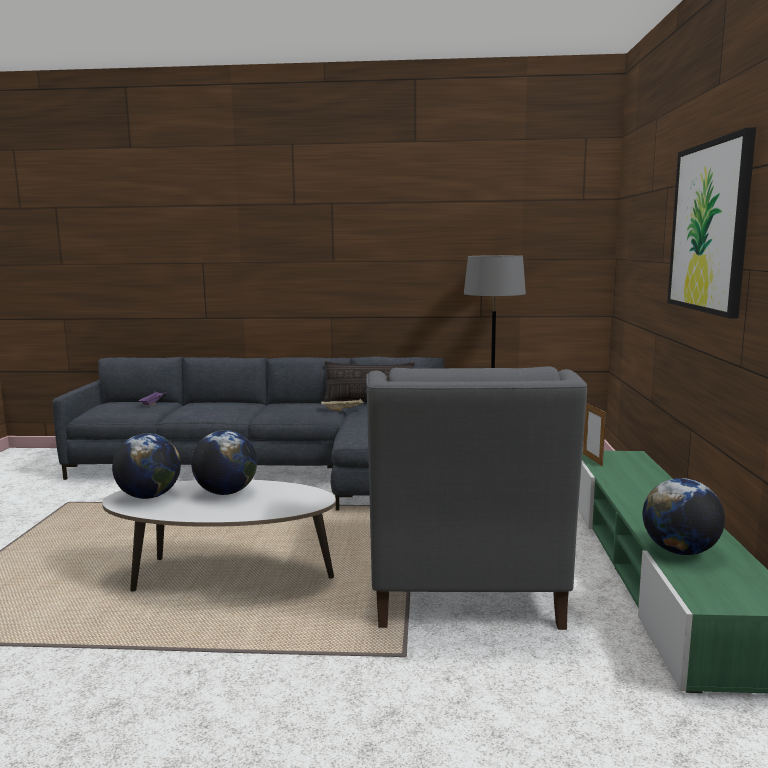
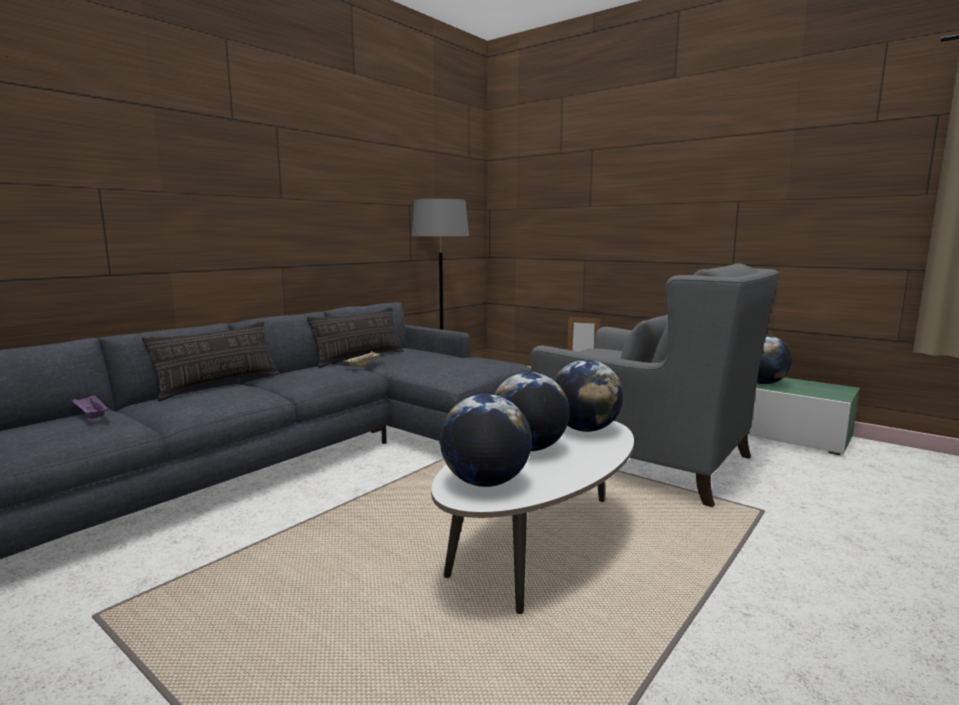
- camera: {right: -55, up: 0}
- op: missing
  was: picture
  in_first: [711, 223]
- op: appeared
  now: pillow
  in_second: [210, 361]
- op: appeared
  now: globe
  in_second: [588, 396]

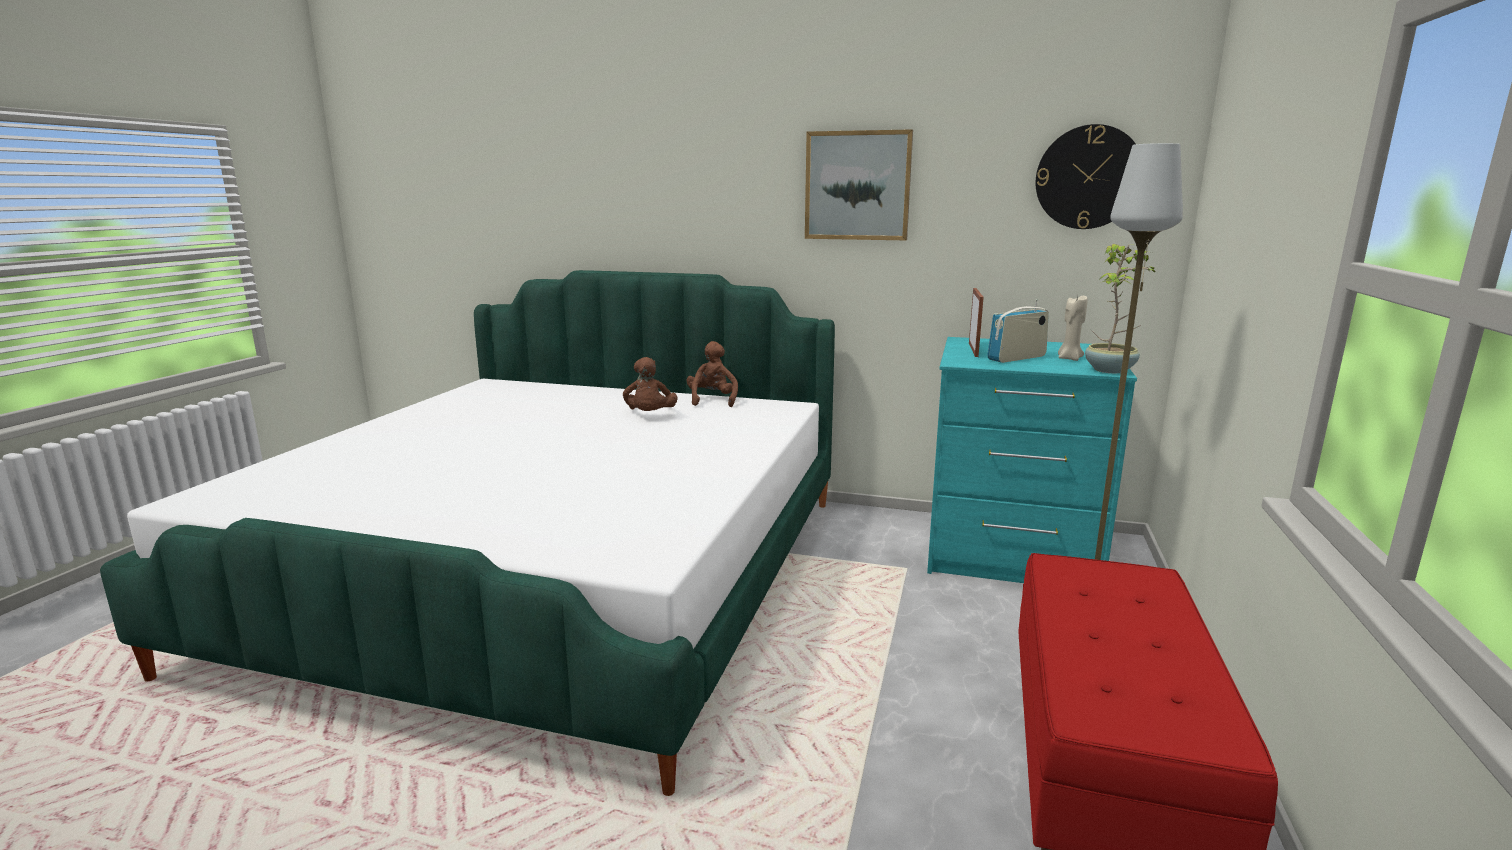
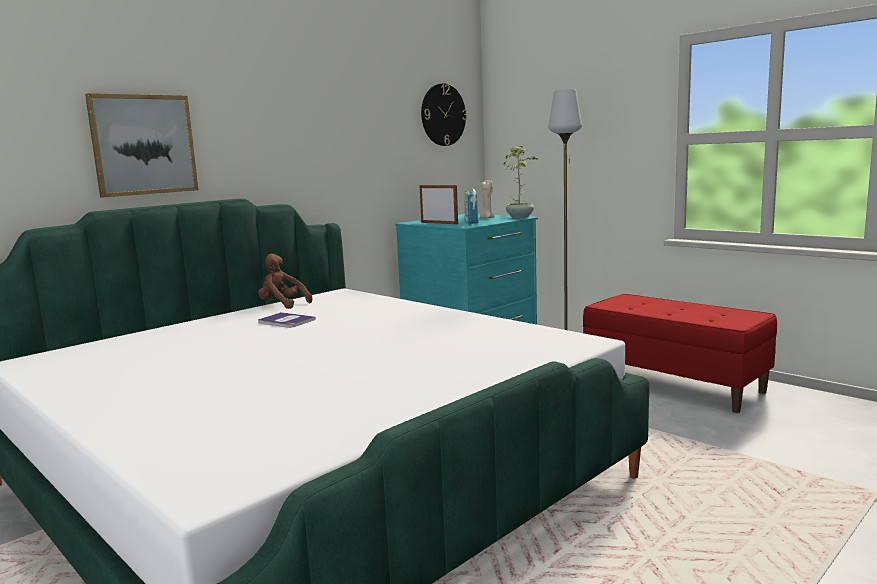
- camera: {right: -60, up: -5}
- op: relocated
  was: picture
  in_first: [859, 184]
  in_second: [141, 145]
- op: exchanged
  was: brown plush toy
  now: book
  in_first: [650, 384]
  in_second: [287, 320]

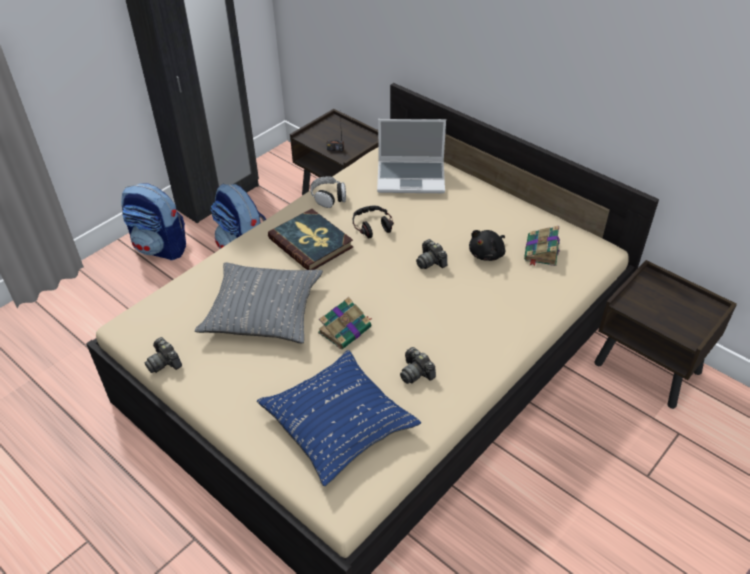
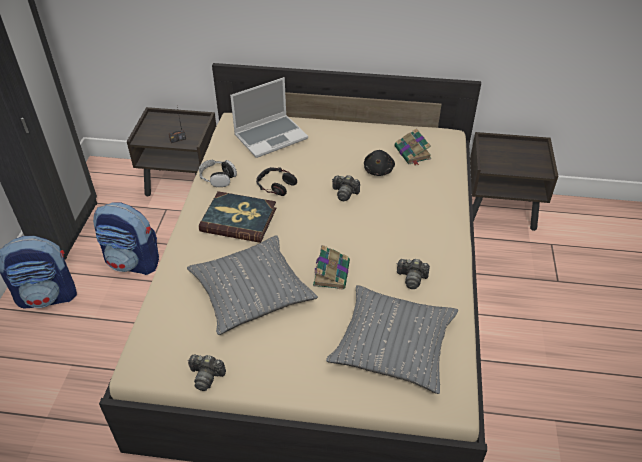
- camera: {right: -35, up: 0}
- op: colour
  was: blue pillow
  now: grey pillow
  in_first: [339, 418]
  in_second: [392, 339]

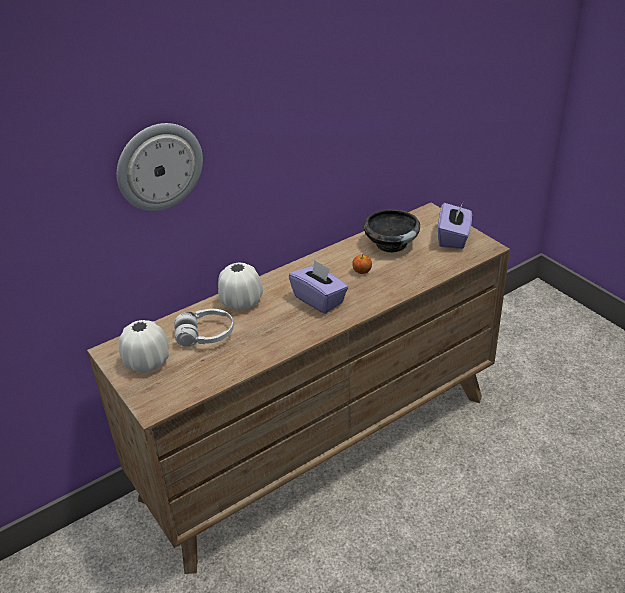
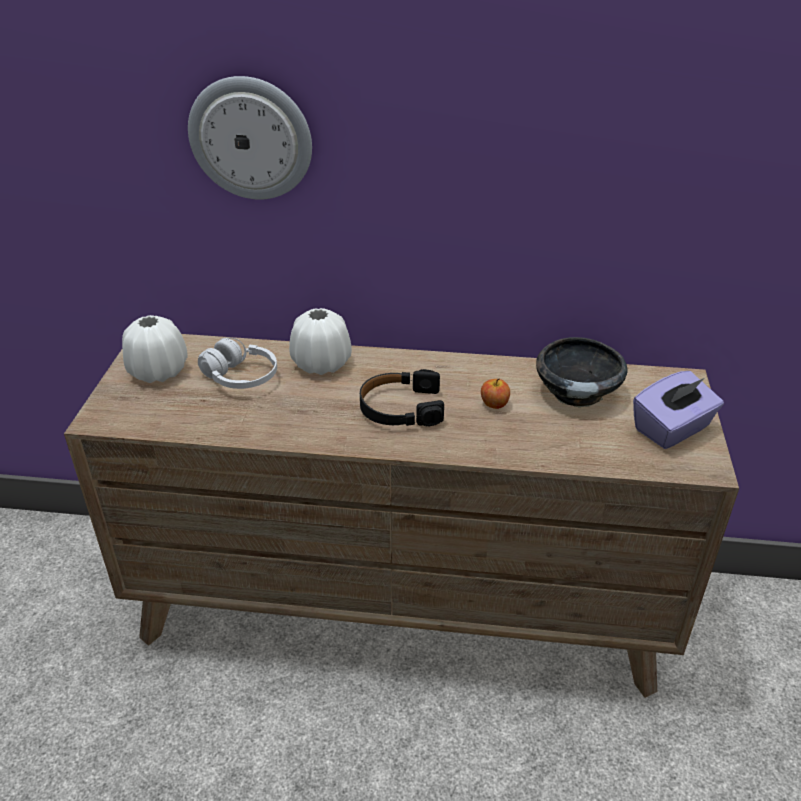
- camera: {right: 40, up: 0}
- op: exchanged
  was: purple tissue box
  now: black headphones
  in_first: [318, 286]
  in_second: [402, 398]

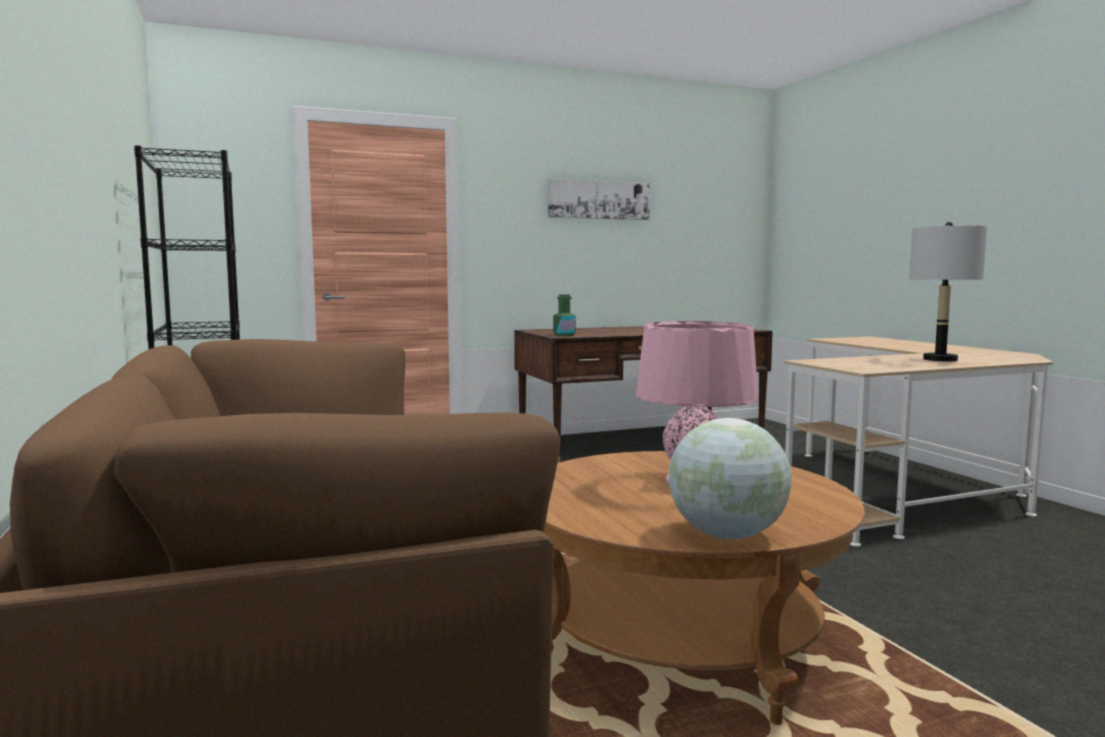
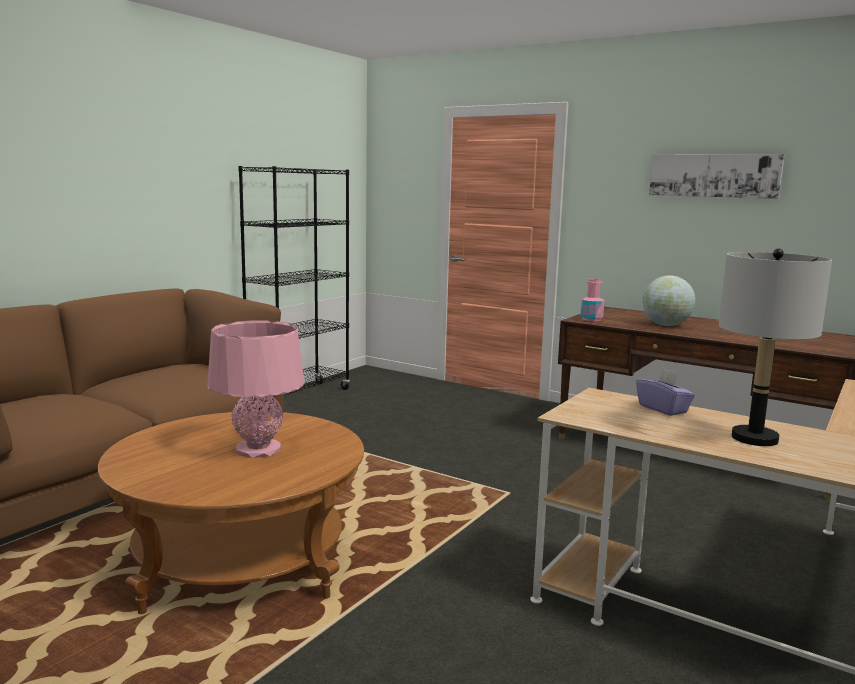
- camera: {right: 55, up: 5}
- op: colour
  was: green bottle
  now: pink bottle
  in_first: [564, 315]
  in_second: [592, 300]
- op: relocated
  was: globe
  in_first: [730, 478]
  in_second: [669, 300]
- op: appeared
  now: purple tissue box
  in_second: [665, 392]

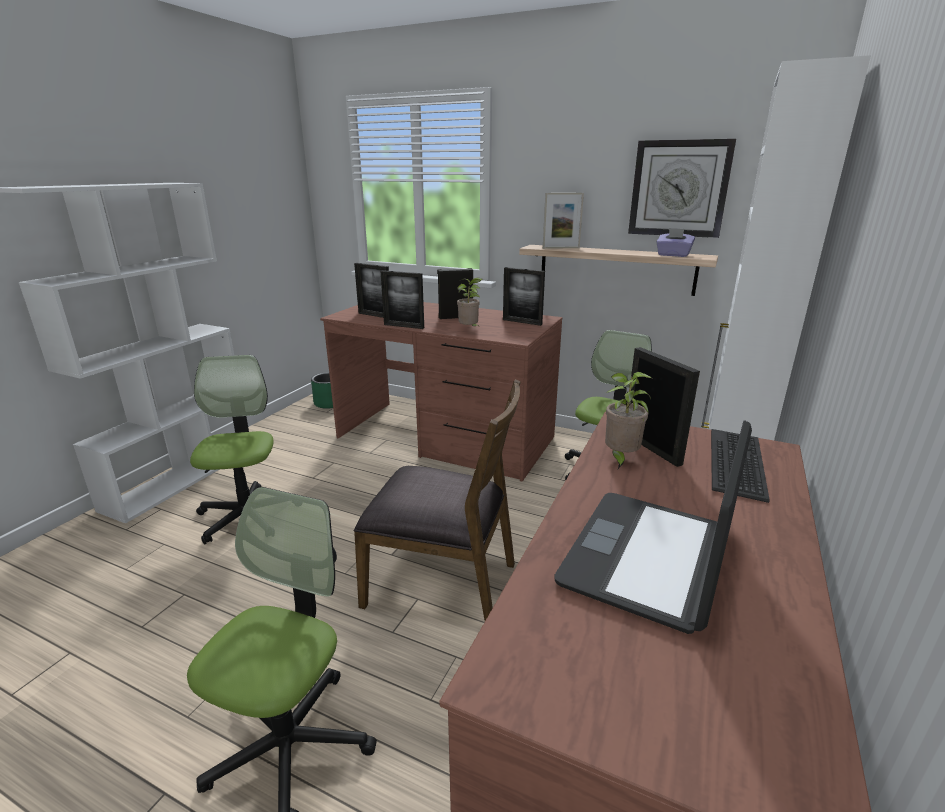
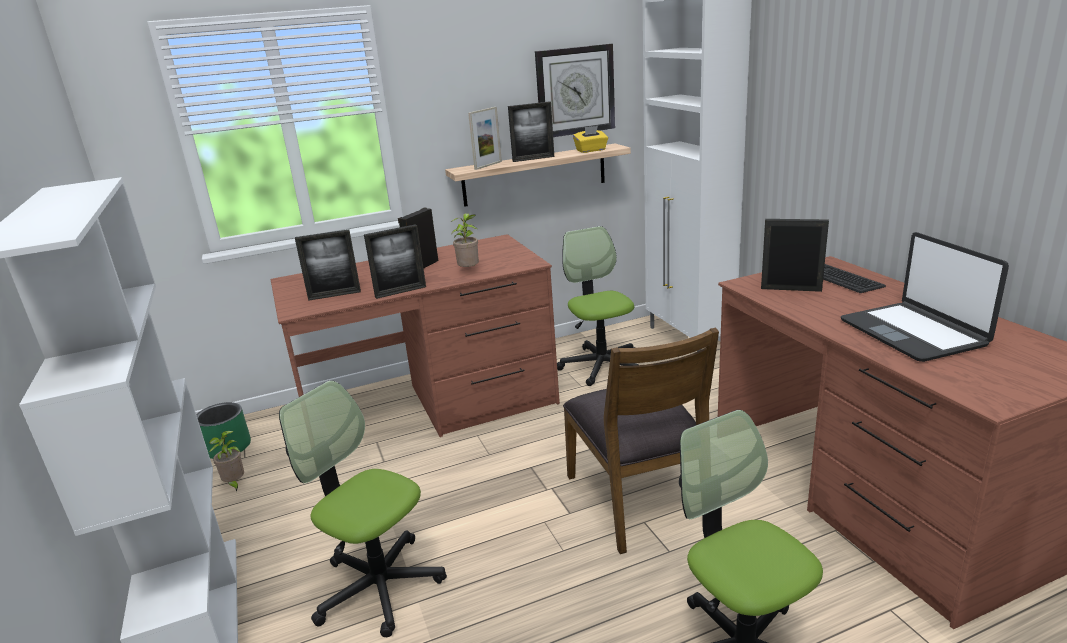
- camera: {right: -45, up: 0}
- op: colour
  was: purple tissue box
  now: yellow tissue box
  in_first: [675, 242]
  in_second: [590, 139]
- op: relocated
  was: picture frame
  in_first: [524, 296]
  in_second: [531, 131]
- op: relocated
  was: potted plant
  in_first: [628, 420]
  in_second: [226, 461]
- op: spun
  was: brown chair
  in_first: [437, 500]
  in_second: [641, 441]
  clockwise: 105

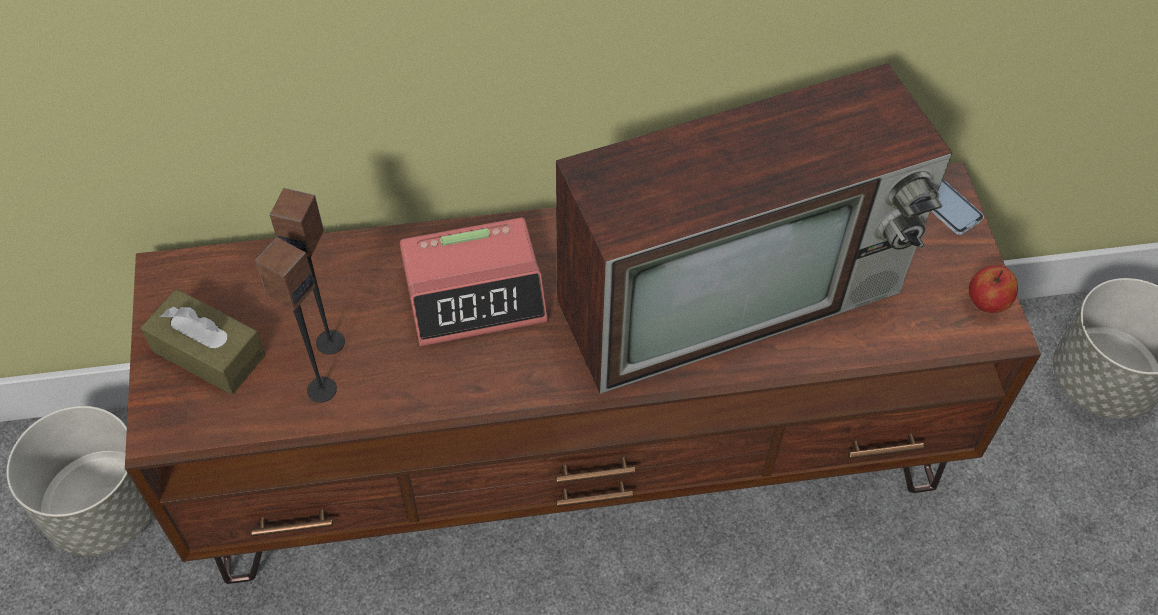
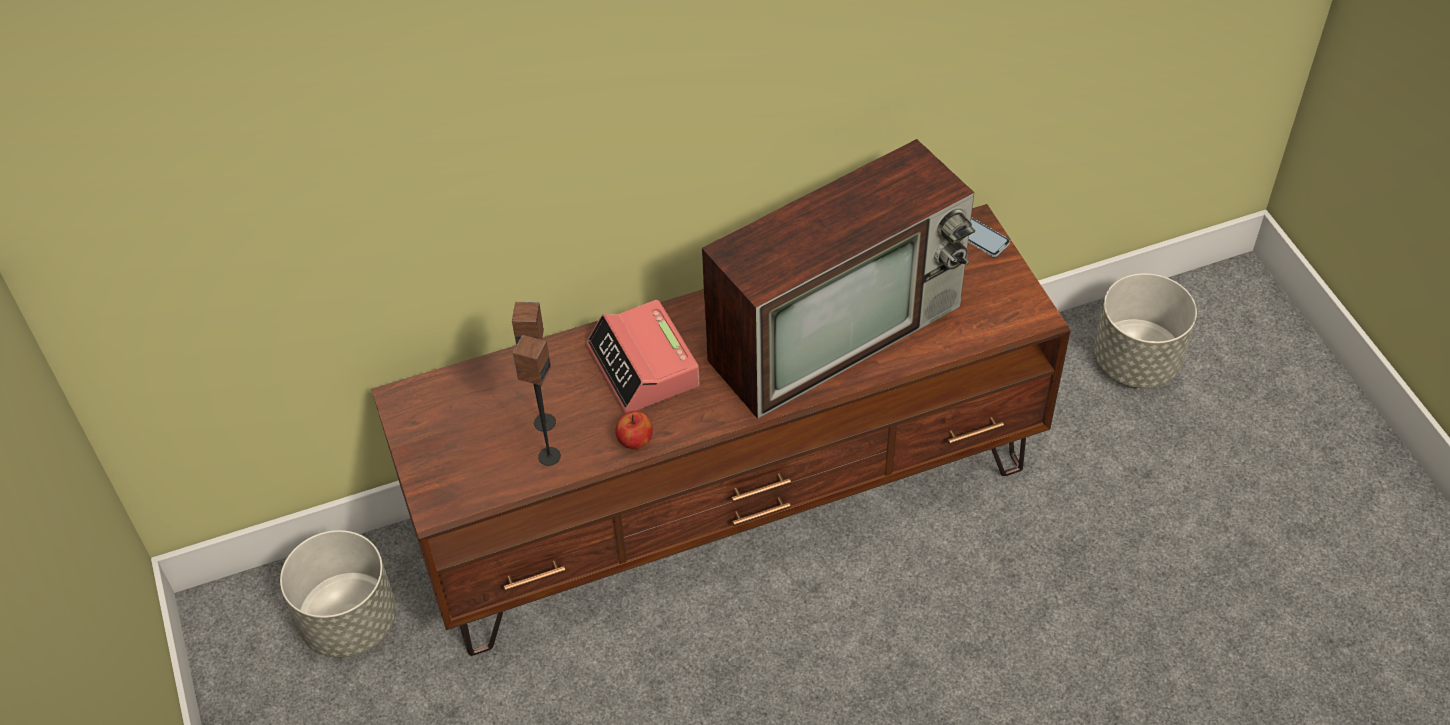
- camera: {right: -10, up: -5}
- op: spun
  was: alarm clock
  in_first: [474, 282]
  in_second: [643, 357]
  clockwise: 90
- op: relocated
  was: apple
  in_first: [993, 289]
  in_second: [634, 430]
- op: missing
  was: brown tissue box
  in_first: [203, 342]

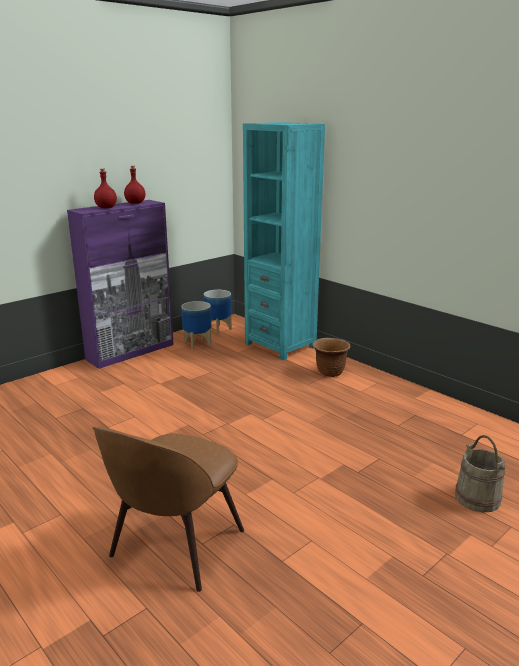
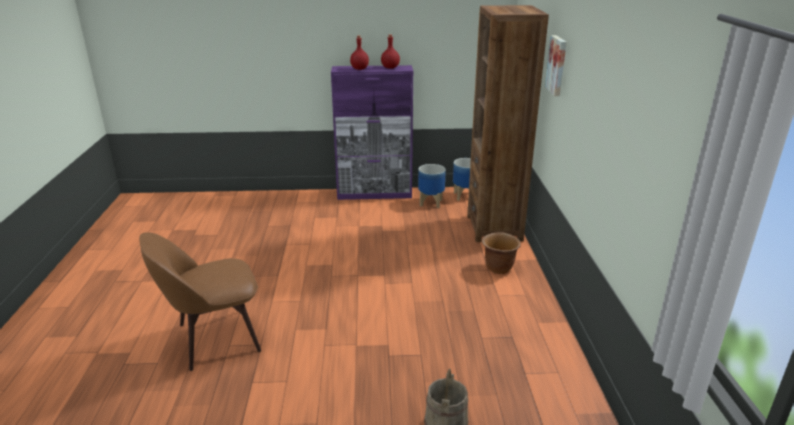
- camera: {right: 40, up: 5}
- op: colour
  was: turquoise bookcase
  now: brown bookcase
  in_first: [284, 241]
  in_second: [508, 123]
- op: appeared
  now: picture
  in_second: [556, 65]

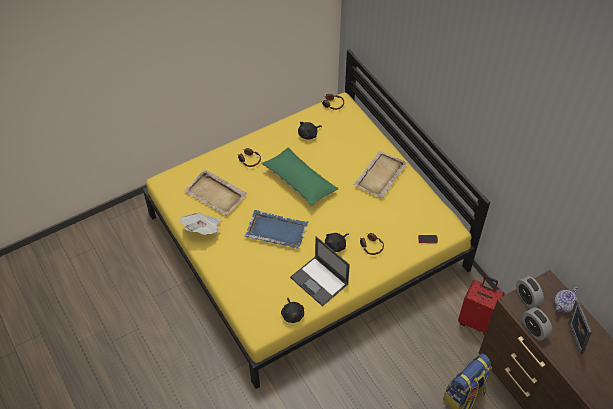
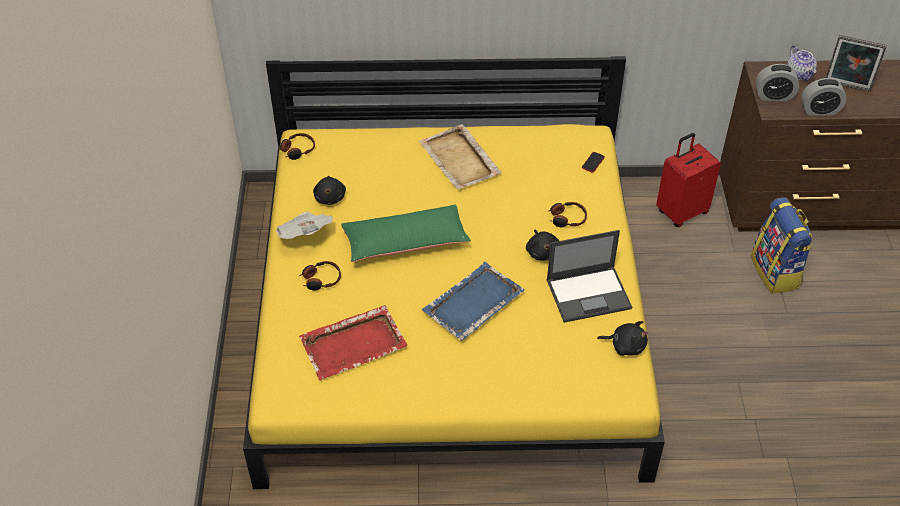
- camera: {right: -60, up: -5}
- op: colour
  was: beige tray
  now: red tray
  in_first: [215, 192]
  in_second: [353, 343]
- op: relocated
  was: newspaper
  in_first: [200, 223]
  in_second: [304, 225]

